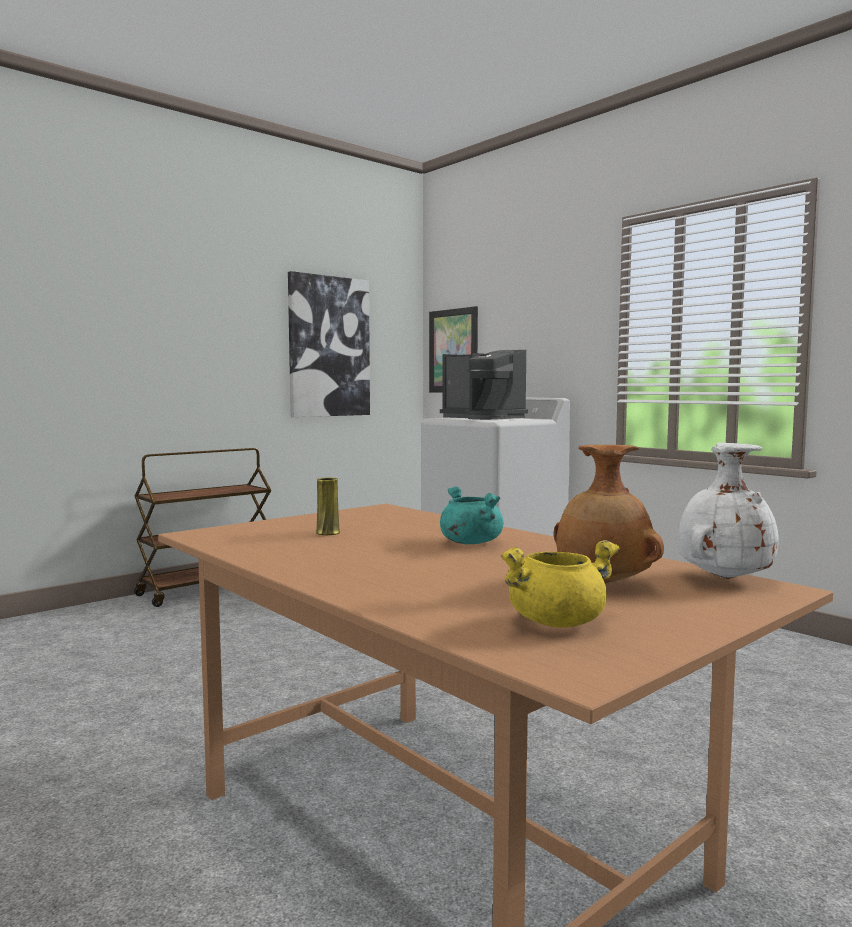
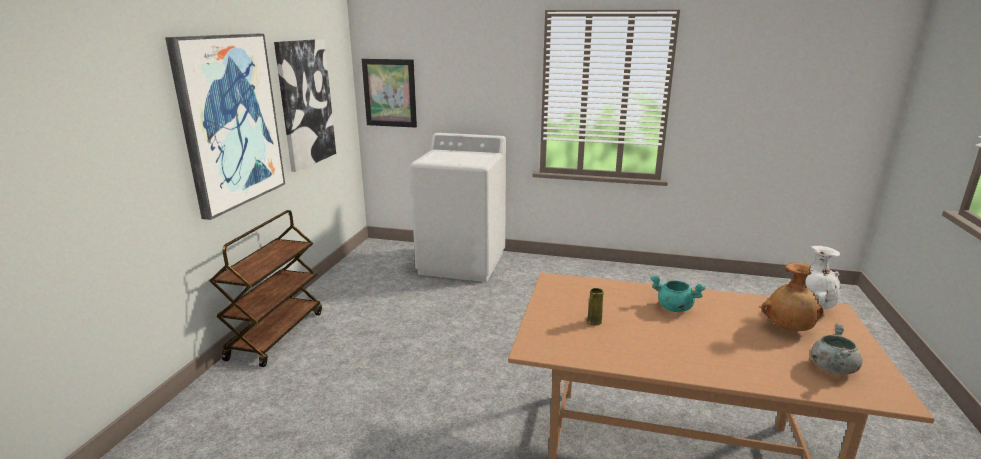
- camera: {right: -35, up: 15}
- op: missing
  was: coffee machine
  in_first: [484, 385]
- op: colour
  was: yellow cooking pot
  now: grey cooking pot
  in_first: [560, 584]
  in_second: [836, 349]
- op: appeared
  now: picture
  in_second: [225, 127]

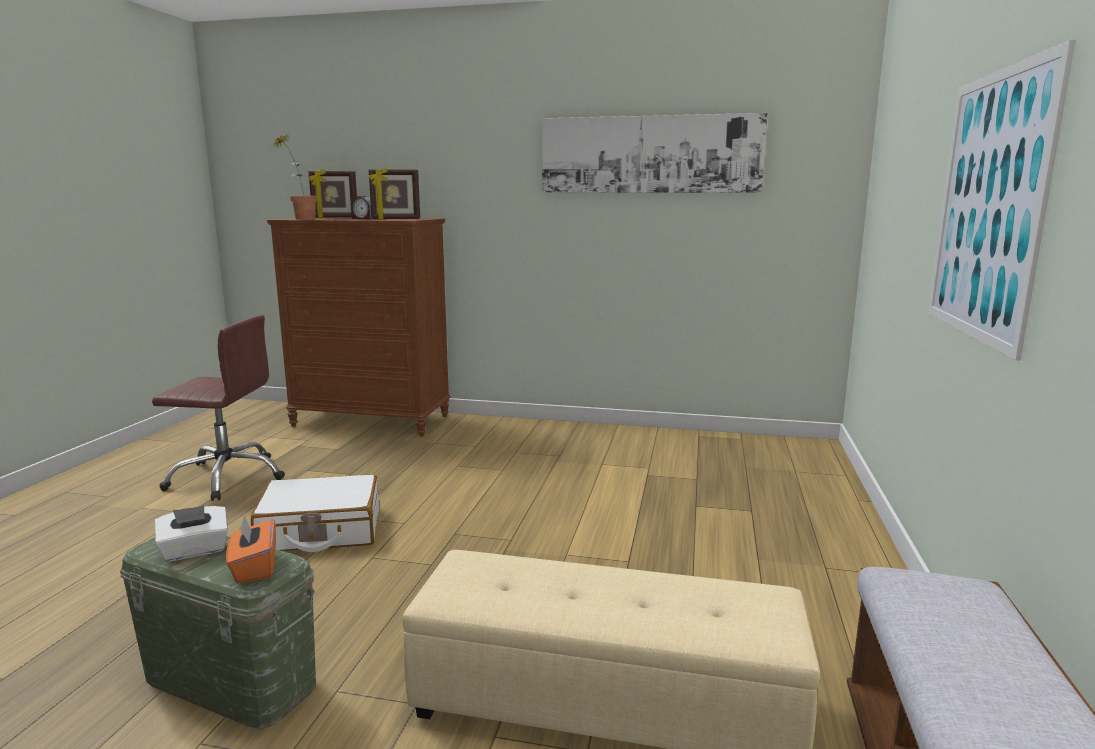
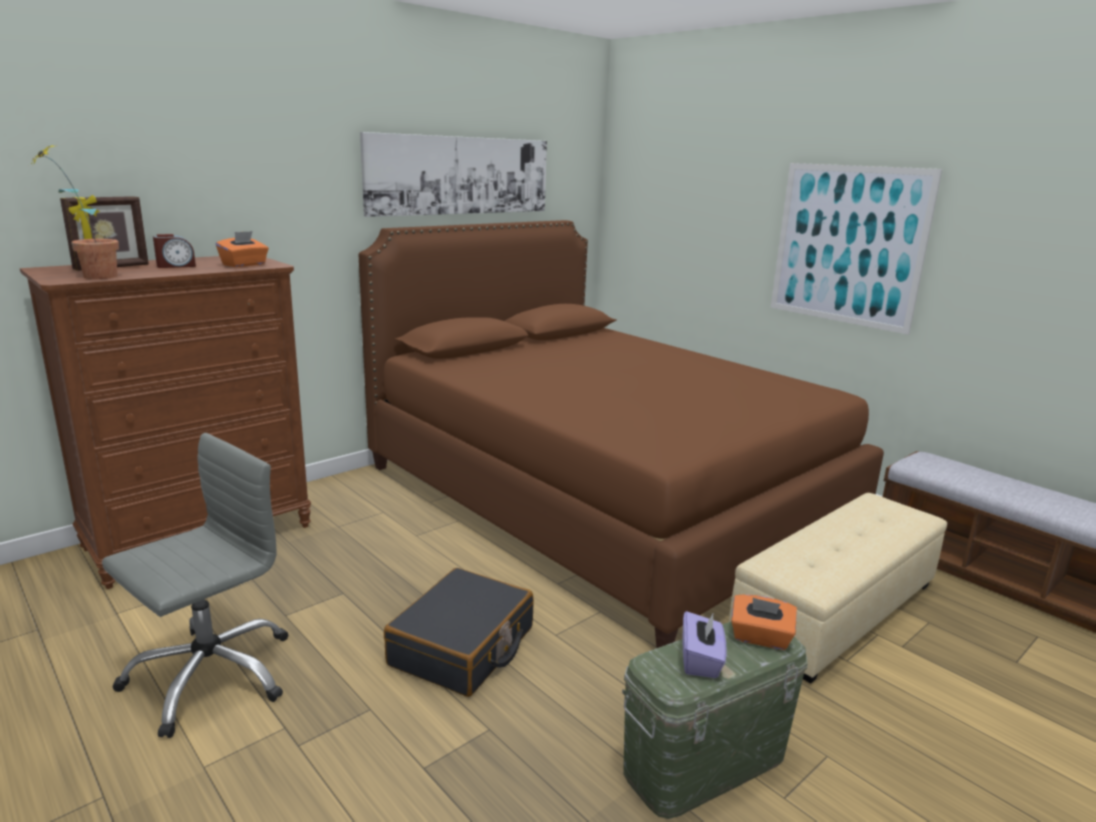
- camera: {right: -55, up: 5}
- op: exchanged
  was: picture frame
  now: orange tissue box
  in_first: [394, 193]
  in_second: [242, 249]
- op: colour
  was: brown office chair
  now: grey office chair
  in_first: [218, 408]
  in_second: [195, 585]
- op: colour
  was: white suitcase
  now: black suitcase
  in_first: [315, 513]
  in_second: [459, 632]
- op: colour
  was: white tissue box
  now: purple tissue box
  in_first: [191, 534]
  in_second: [705, 644]
- op: appeared
  now: brown bed
  in_second: [621, 434]

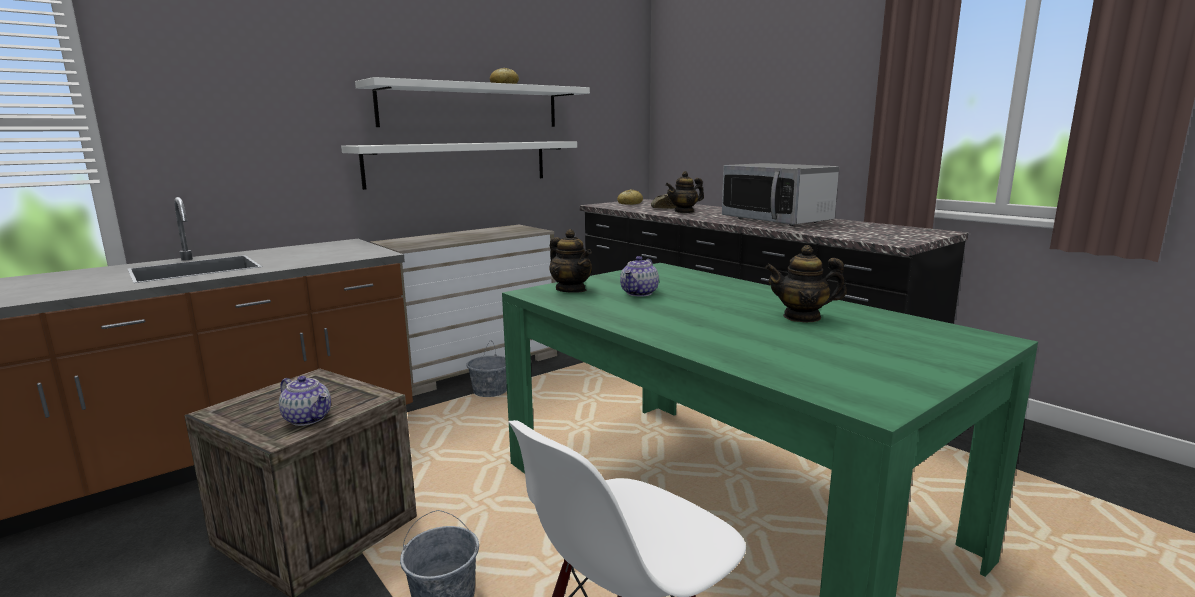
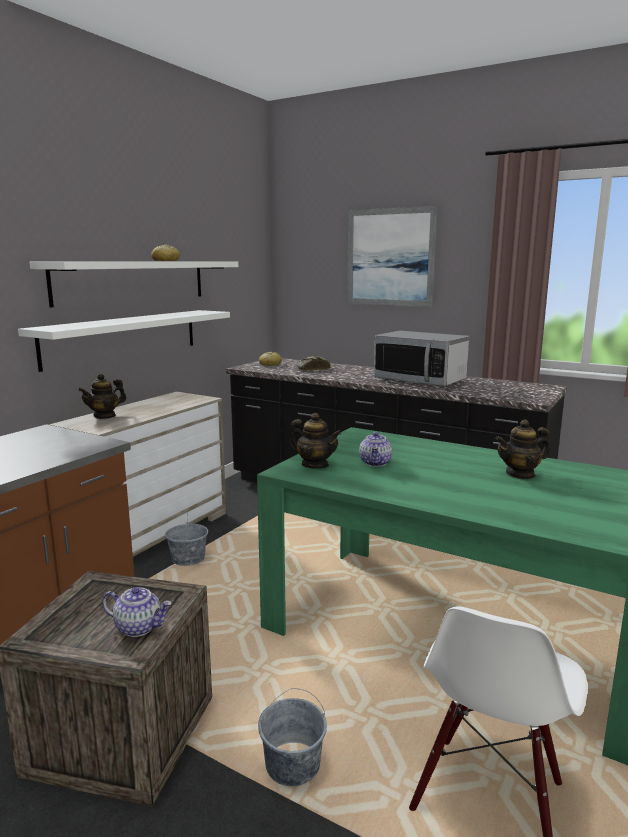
- camera: {right: -20, up: 0}
- op: relocated
  was: teapot
  in_first: [684, 192]
  in_second: [102, 396]
- op: appeared
  now: picture
  in_second: [392, 256]

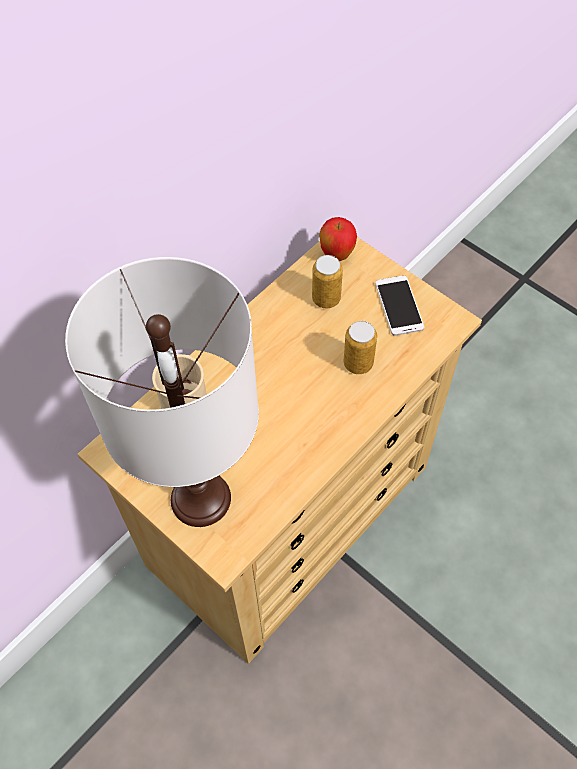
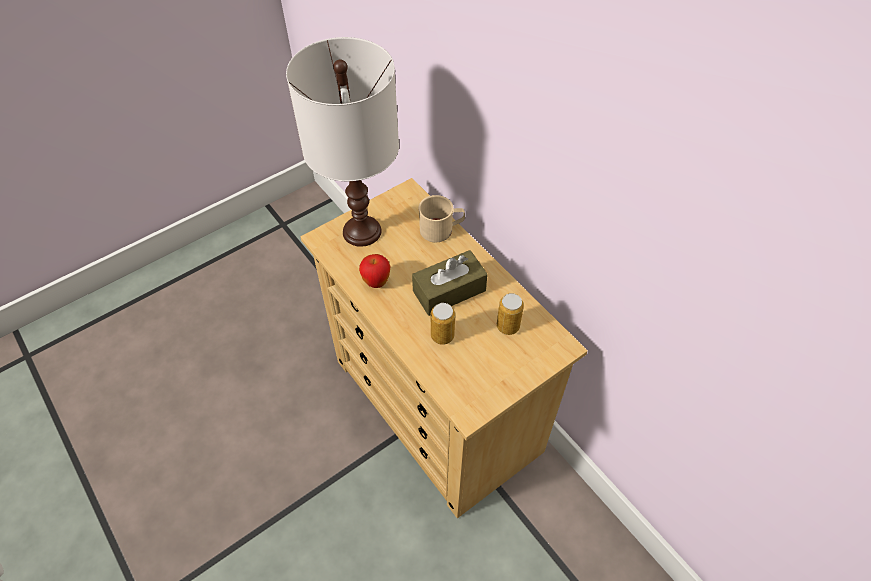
- camera: {right: 100, up: -5}
- op: relocated
  was: apple
  in_first: [338, 239]
  in_second: [374, 271]
- op: missing
  was: phone
  in_first: [399, 305]
- op: appeared
  now: brown tissue box
  in_second: [450, 283]

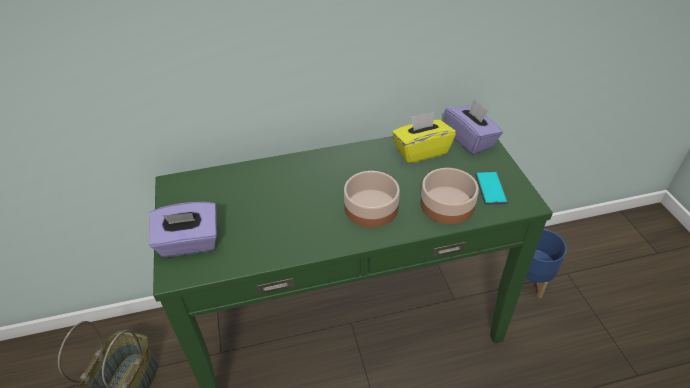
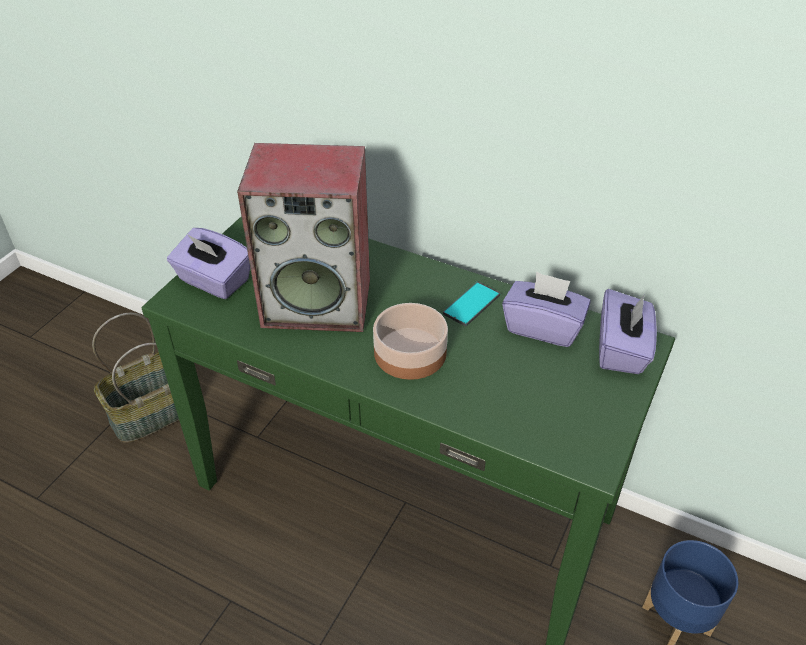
- camera: {right: 40, up: 0}
- op: colour
  was: yellow tissue box
  now: purple tissue box
  in_first: [424, 137]
  in_second: [546, 309]
- op: missing
  was: bowl
  in_first: [449, 196]
- op: relocated
  was: phone
  in_first: [491, 188]
  in_second: [471, 304]
- op: appeared
  now: speaker
  in_second: [303, 237]

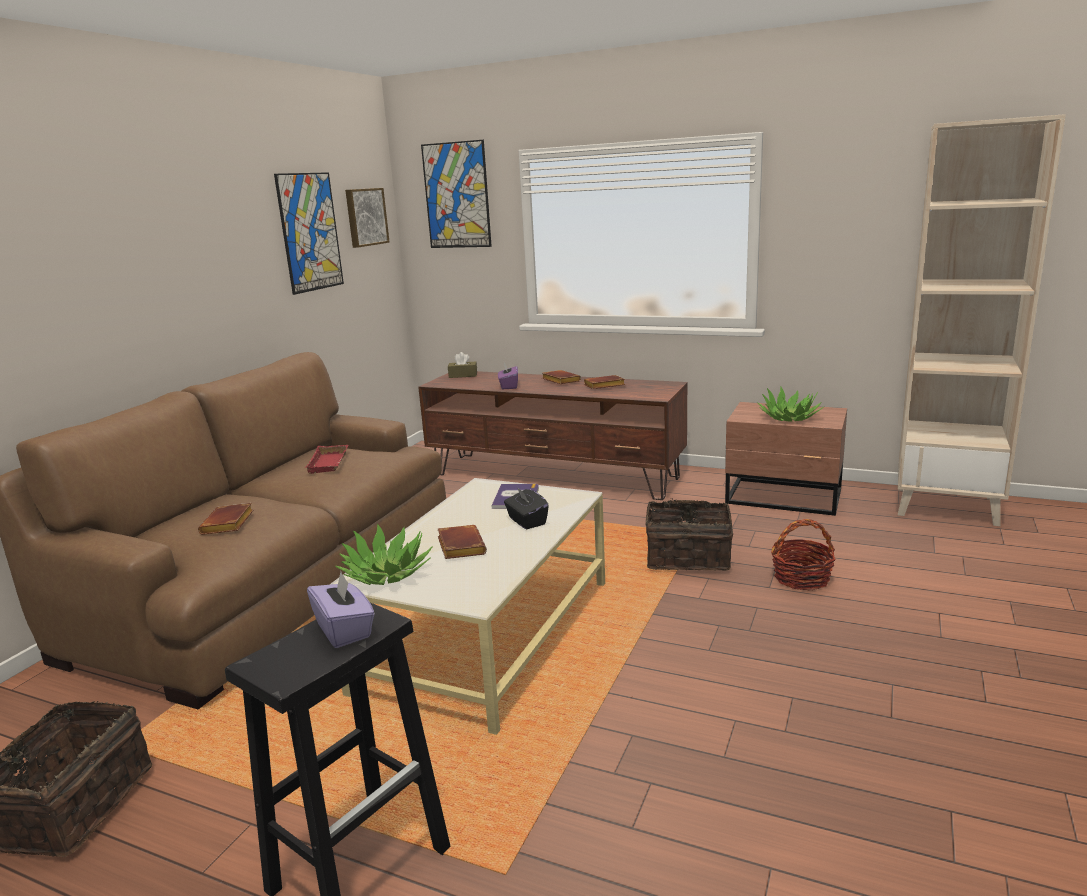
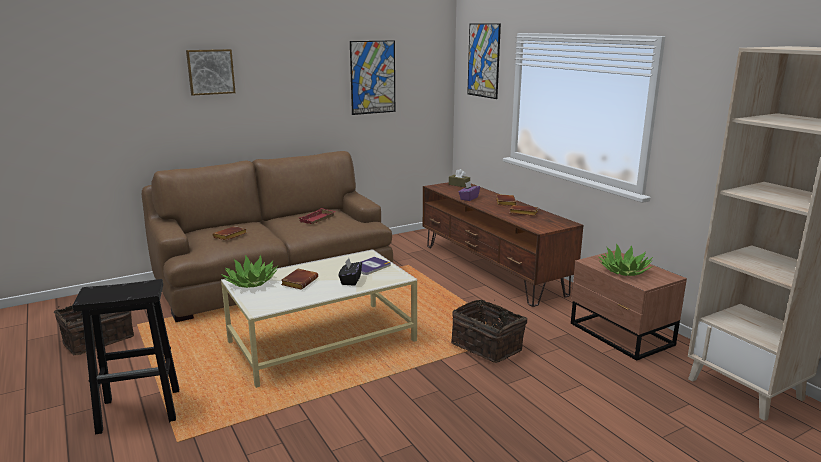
- camera: {right: 35, up: 0}
- op: relocated
  was: picture
  in_first: [367, 218]
  in_second: [210, 72]
- op: missing
  was: basket
  in_first: [803, 554]
- op: missing
  was: purple tissue box
  in_first: [341, 610]

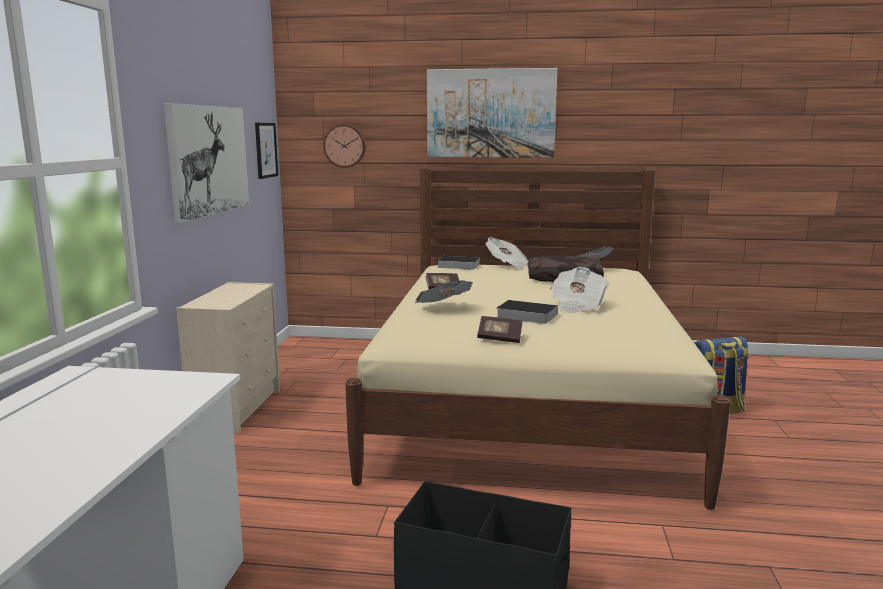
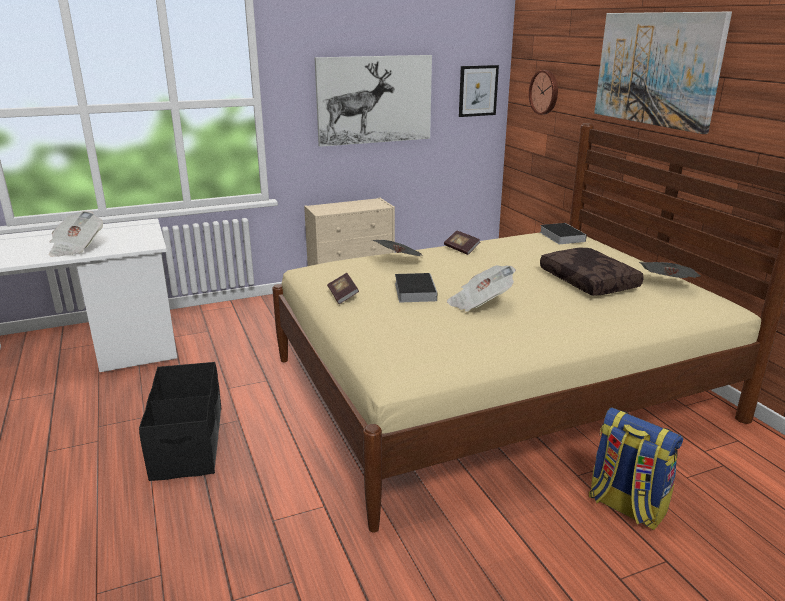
- camera: {right: 60, up: 10}
- op: relocated
  was: newspaper
  in_first: [506, 253]
  in_second: [76, 234]

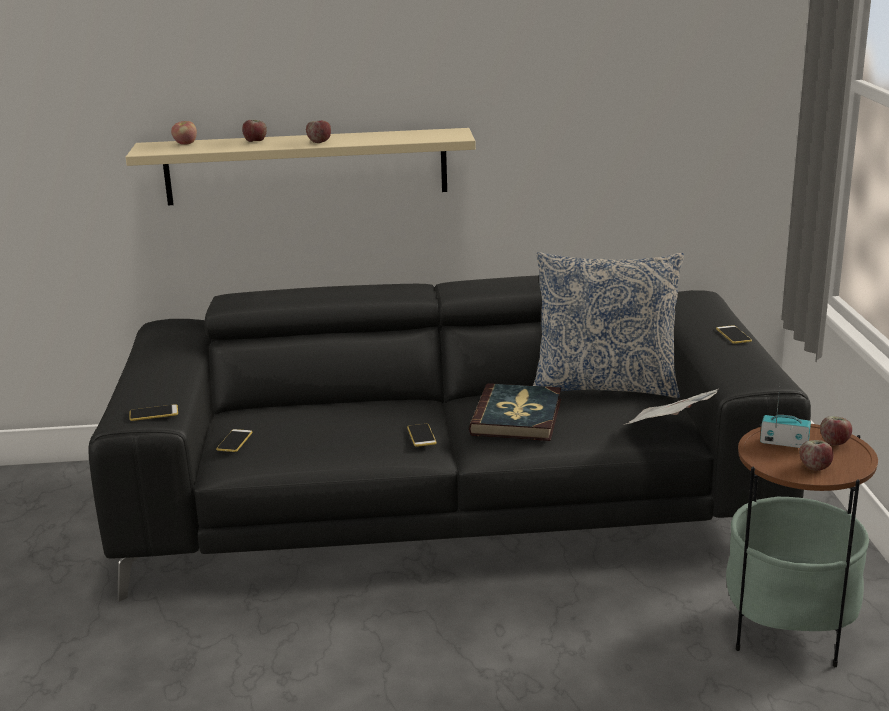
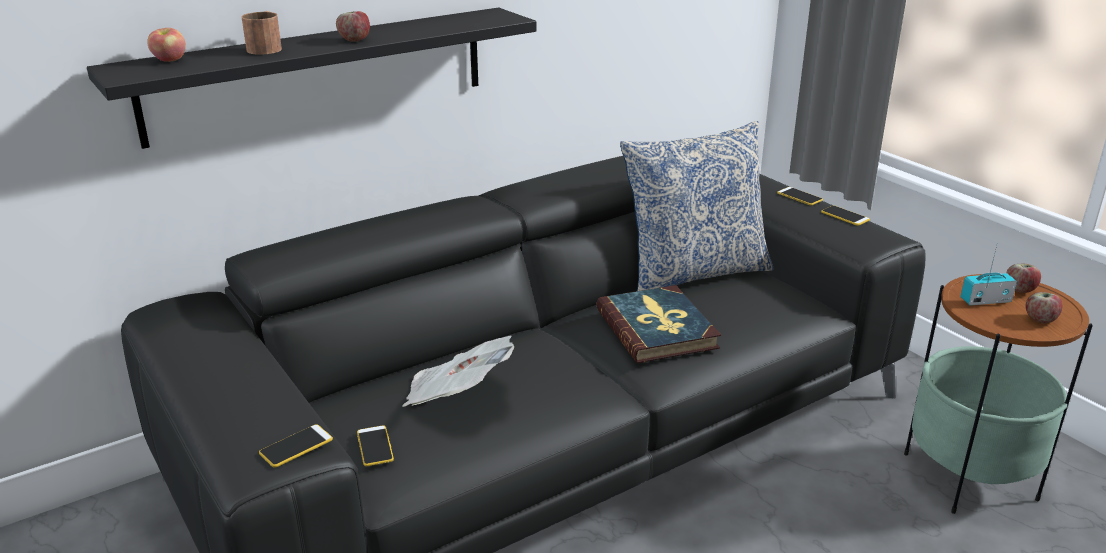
- camera: {right: -30, up: 5}
- op: exchanged
  was: apple
  now: brown mug
  in_first: [254, 131]
  in_second: [262, 33]
- op: colour
  was: beige shelf
  now: black shelf
  in_first: [301, 166]
  in_second: [312, 78]
- op: relocated
  was: newspaper
  in_first: [671, 407]
  in_second: [458, 371]
- op: relocated
  was: phone
  in_first: [422, 435]
  in_second: [845, 216]

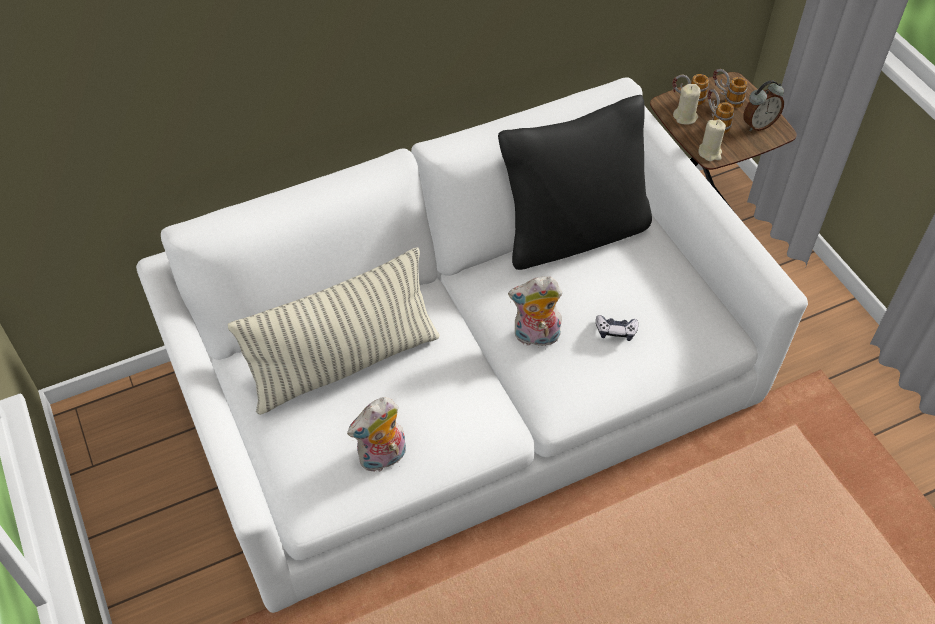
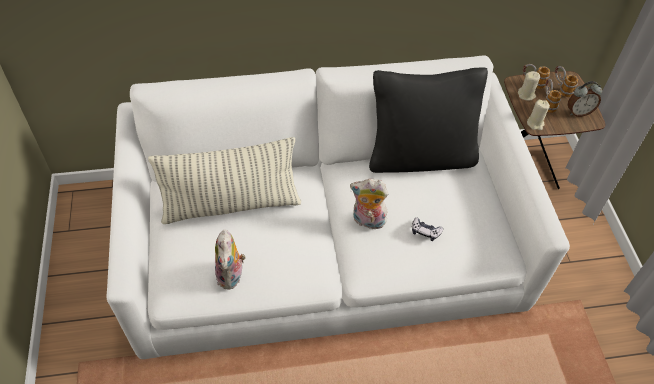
- camera: {right: 15, up: 0}
- op: spun
  was: plush toy
  in_first: [376, 434]
  in_second: [230, 260]
  clockwise: -75

